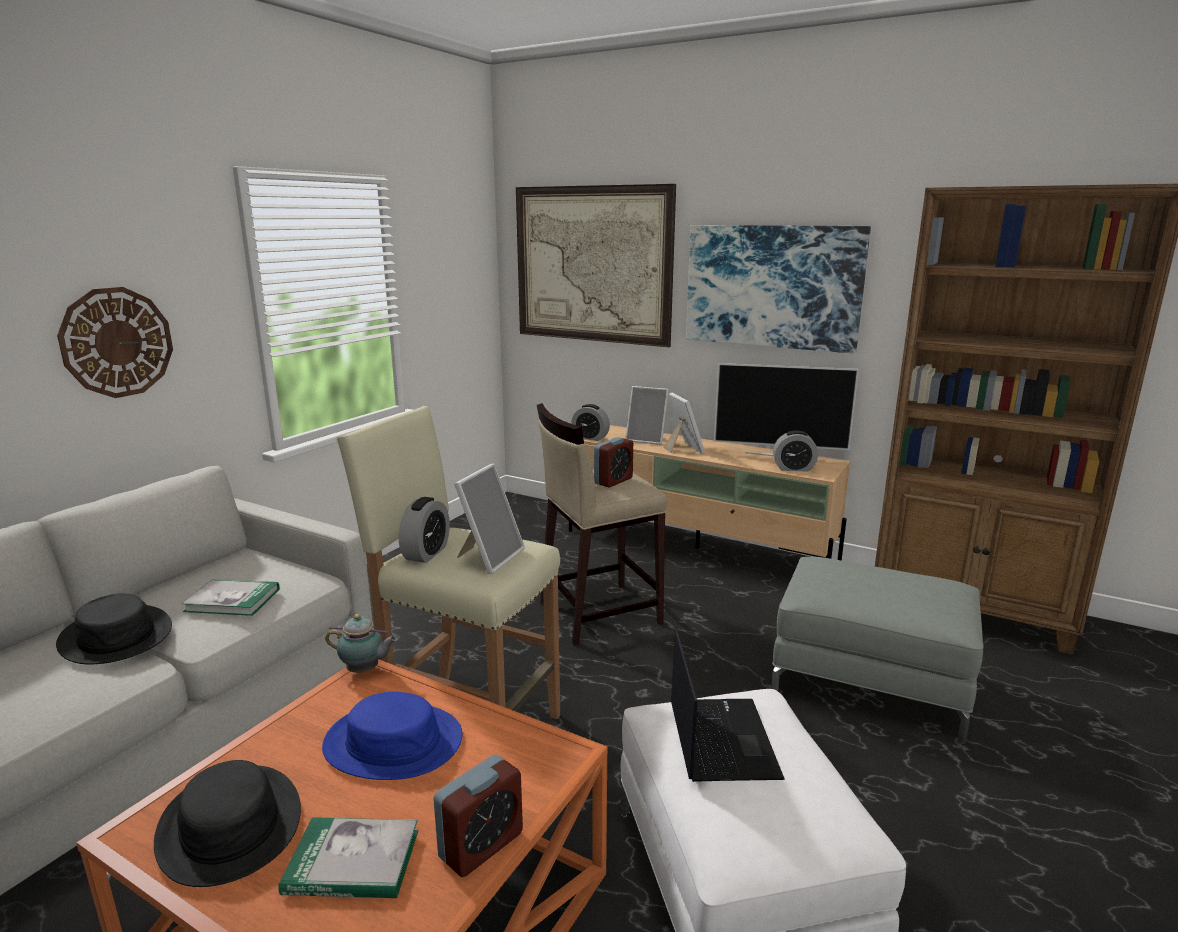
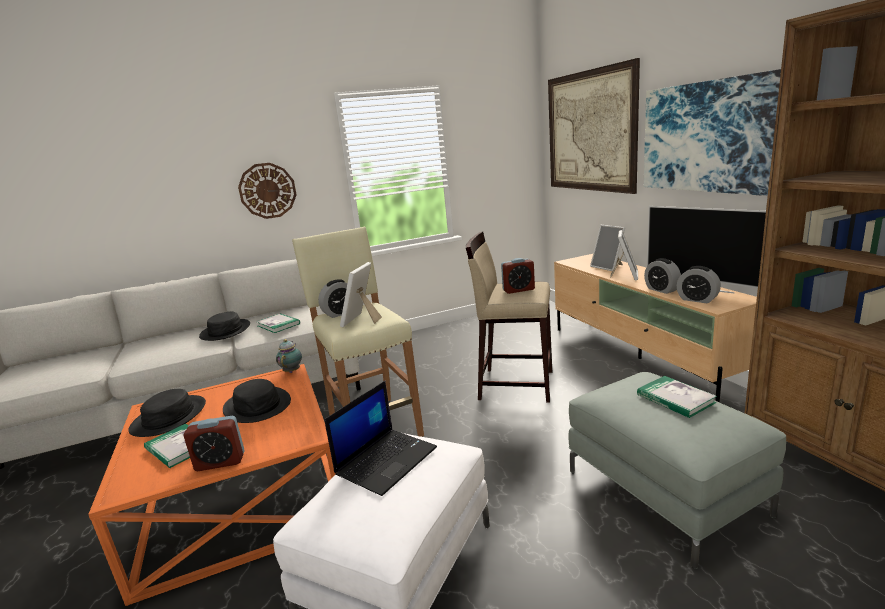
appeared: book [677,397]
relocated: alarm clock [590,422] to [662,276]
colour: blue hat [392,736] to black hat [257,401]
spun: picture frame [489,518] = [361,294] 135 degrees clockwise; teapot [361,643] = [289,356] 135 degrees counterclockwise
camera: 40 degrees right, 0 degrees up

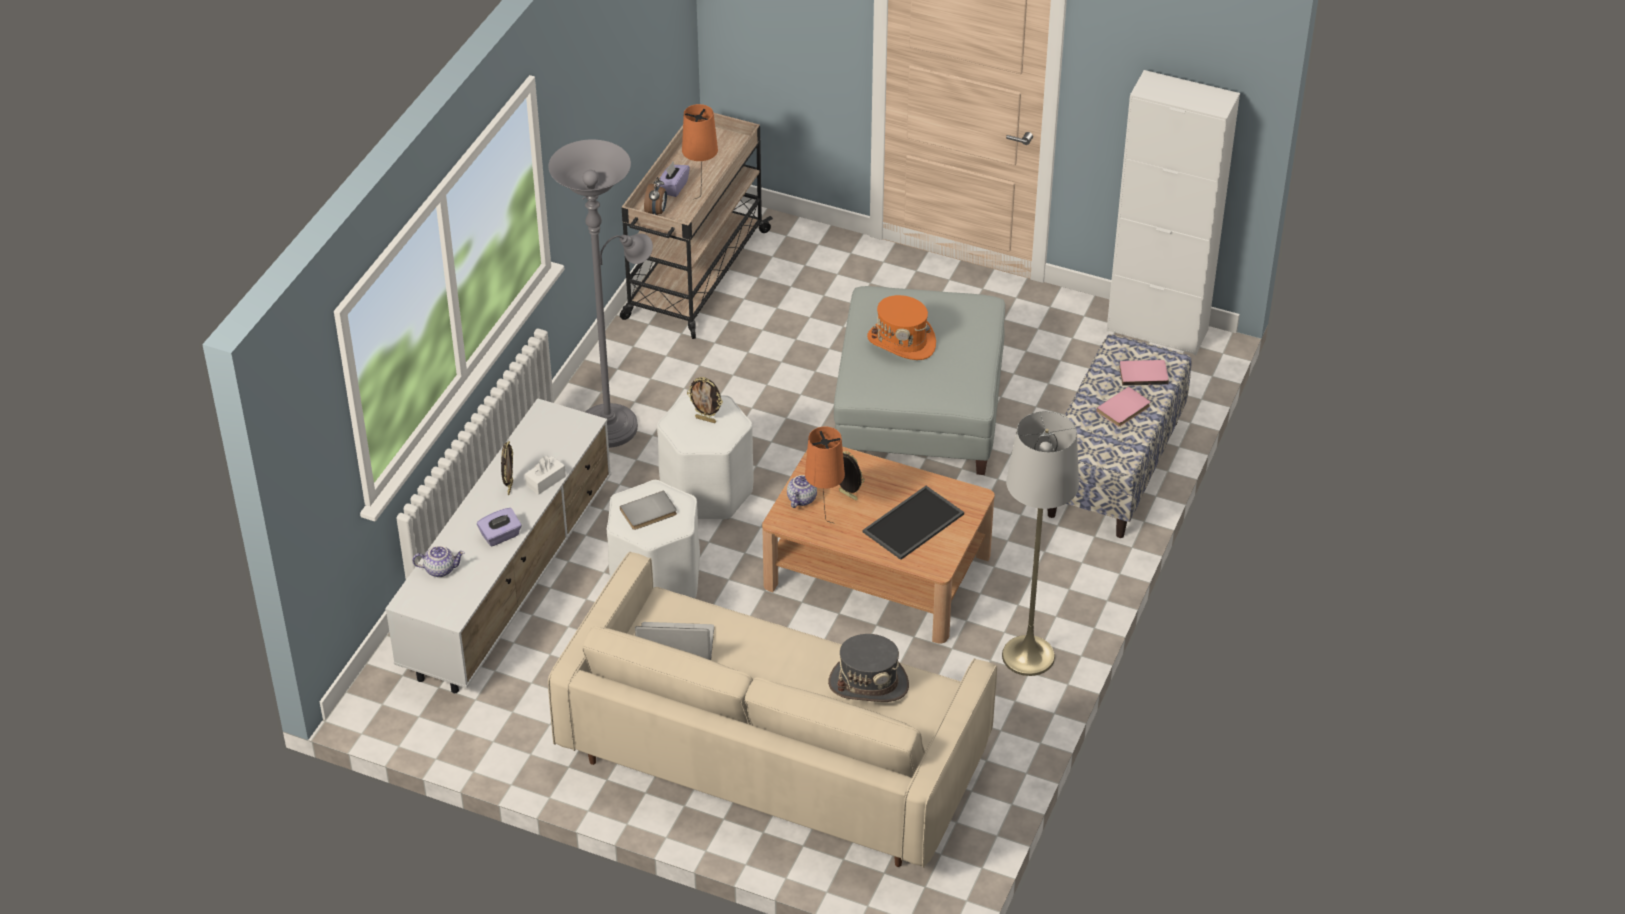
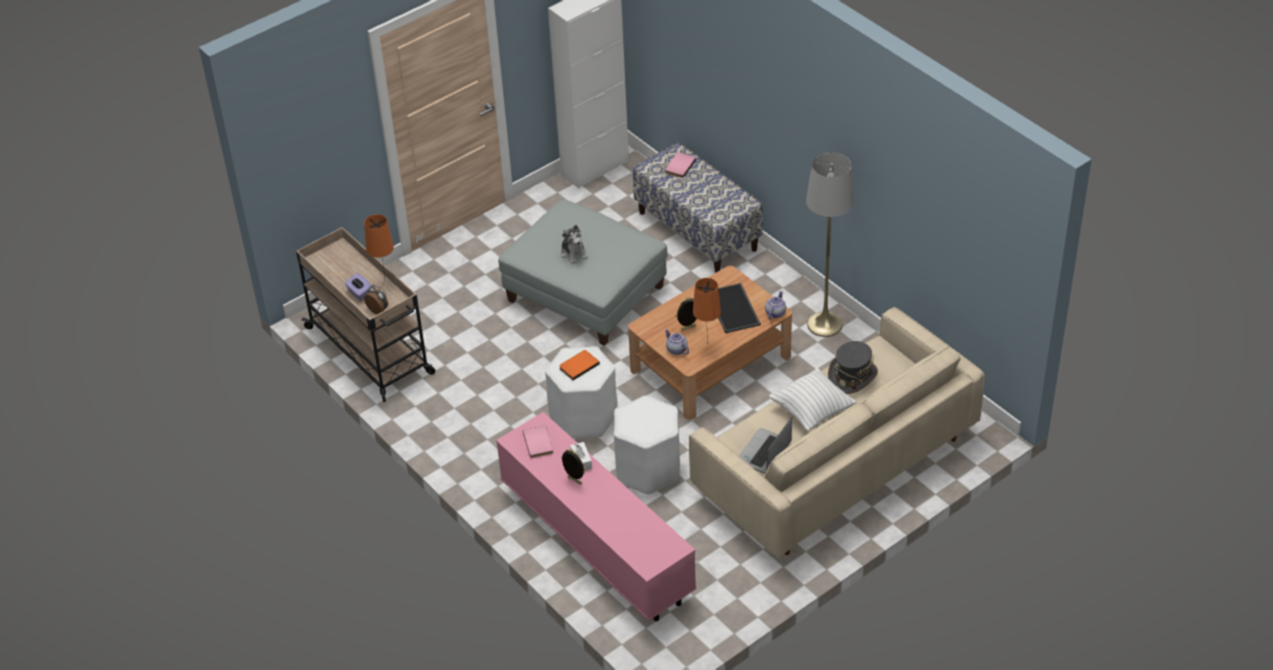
missing: grey floor lamp [600,294]; grey book [648,510]; purple tissue box [499,527]
appeared: white pillow [812,399]
relocated: pink book [1123,407] to [538,442]; teapot [438,561] to [775,305]
exchanged: orange hat [901,327] to plush toy [574,244]; picture frame [705,400] to orange book [579,365]
colour: white tv stand [498,545] to pink tv stand [596,516]
camera: 60 degrees left, 0 degrees up

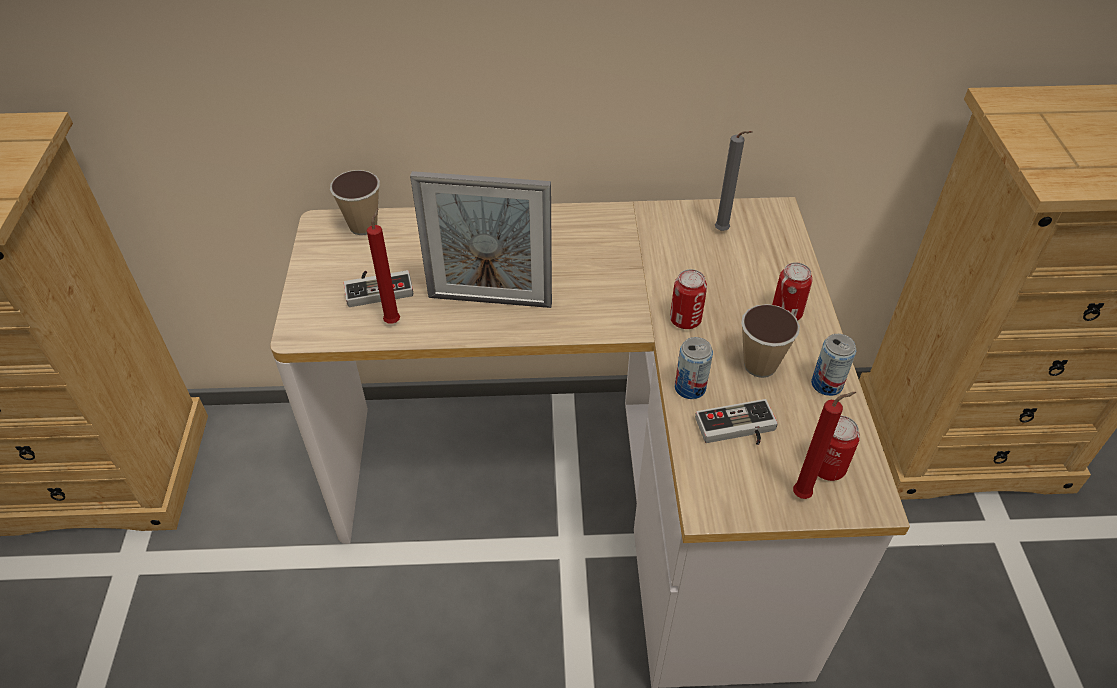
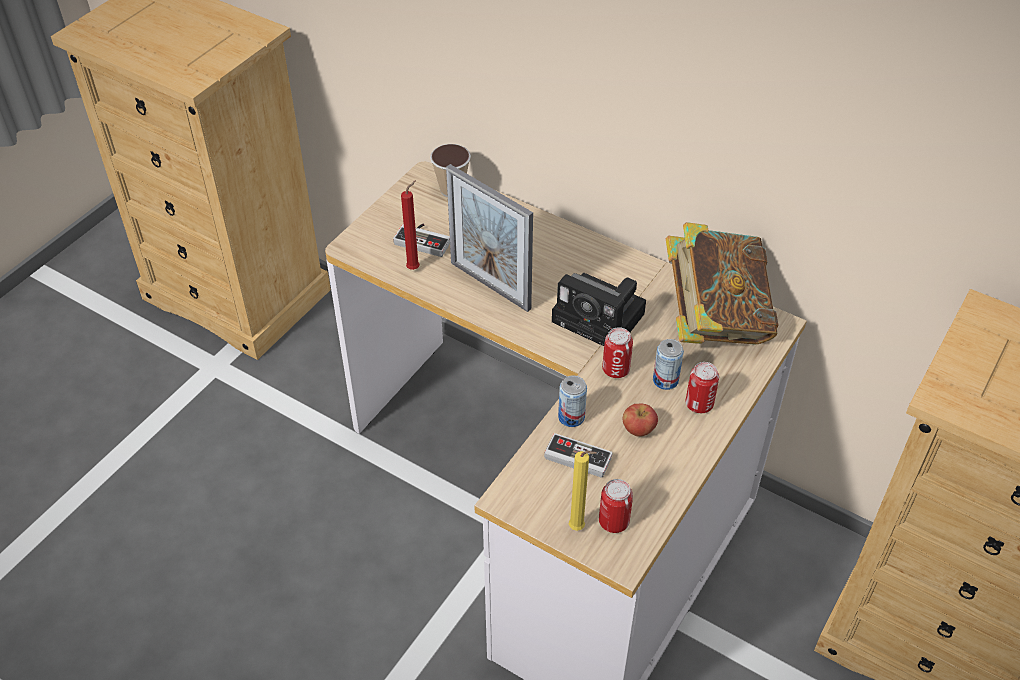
appeared: photo camera [599,309]
relocated: can [833,365] to [668,364]
exchanged: grey candle [733,181] to book [721,283]; cup [770,341] to apple [640,420]
colour: red candle [824,445] to yellow candle [583,490]
camera: 35 degrees right, 0 degrees up

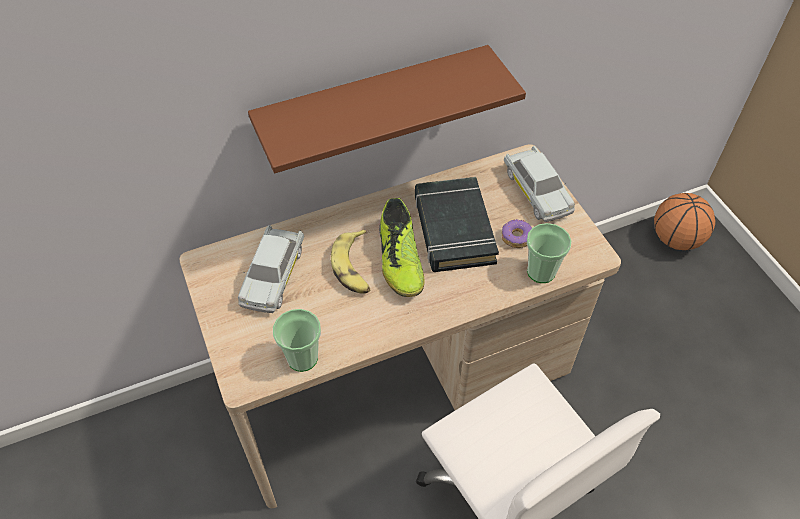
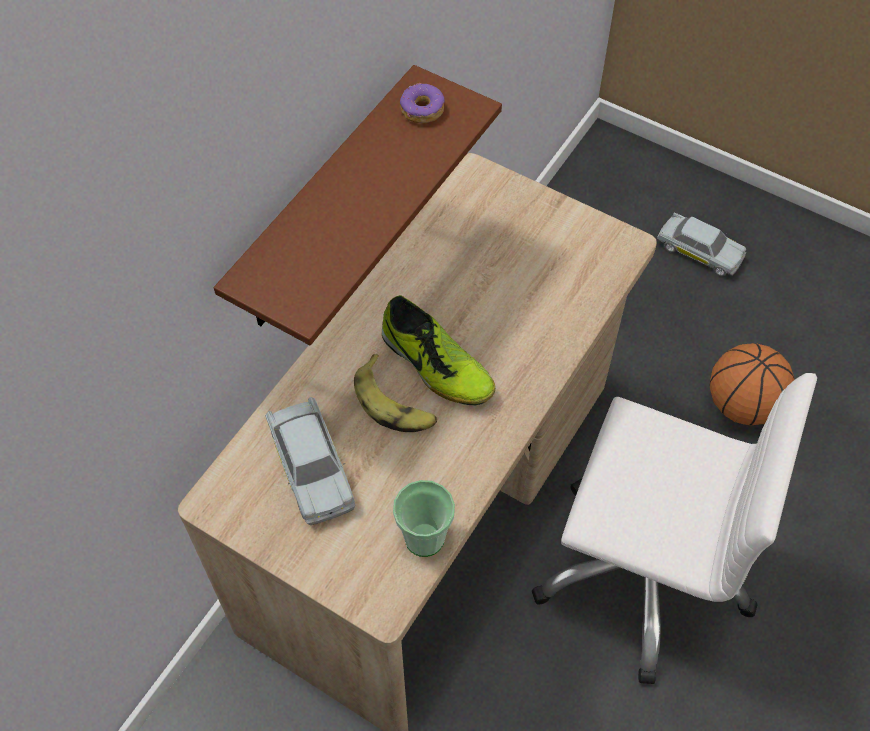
missing: black book [457,224]; cup [549,253]
relocated: white toy car [539,184] to [701,244]; basketball [684,221] to [752,384]; donut [517,233] to [422,103]
camera: 35 degrees left, 5 degrees up

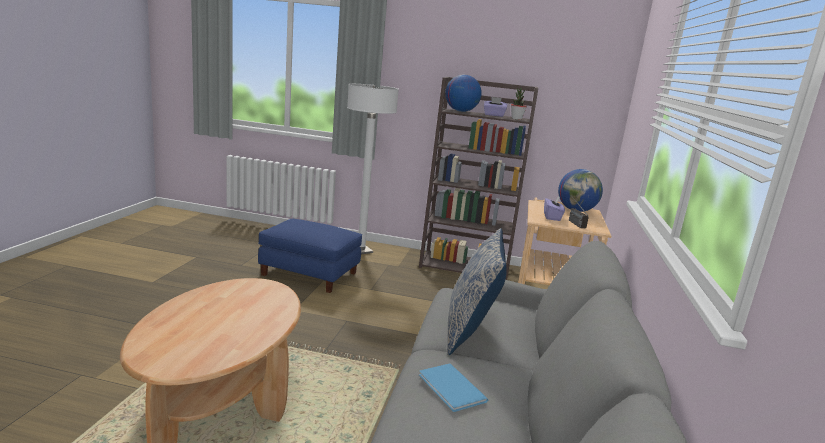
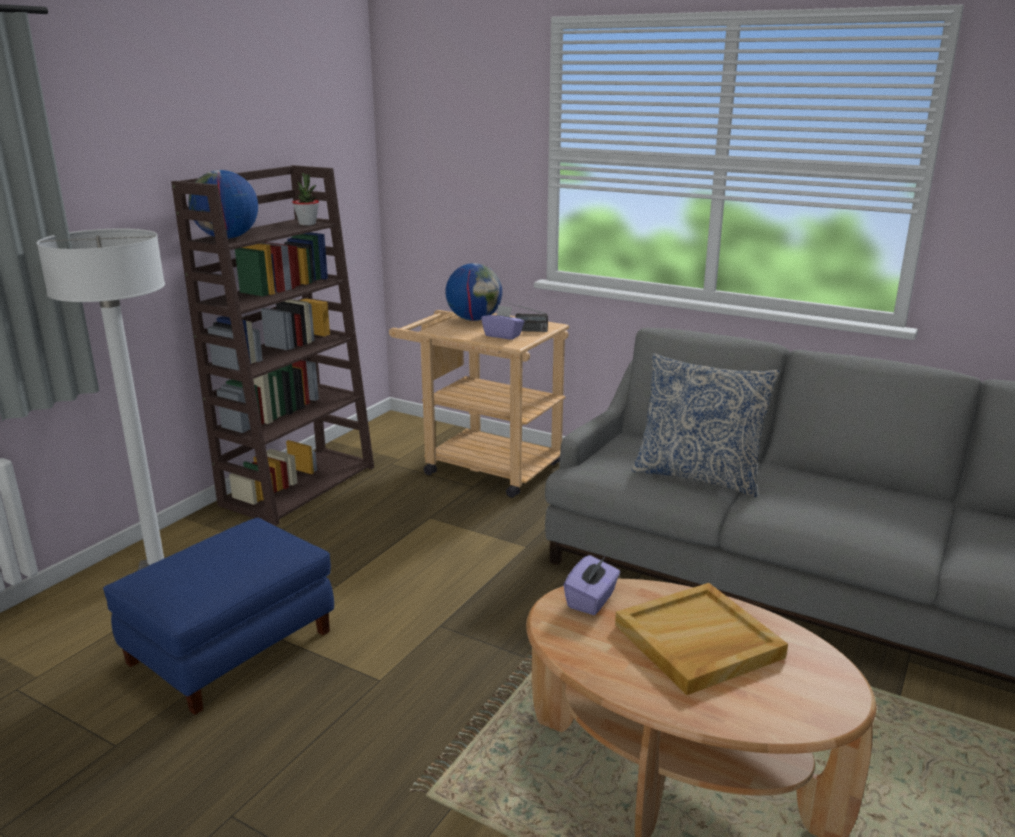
missing: blue book [453,387]
appeared: beige tray [701,639]
relocated: purple tissue box [496,107] to [592,585]
camera: 70 degrees left, 5 degrees up

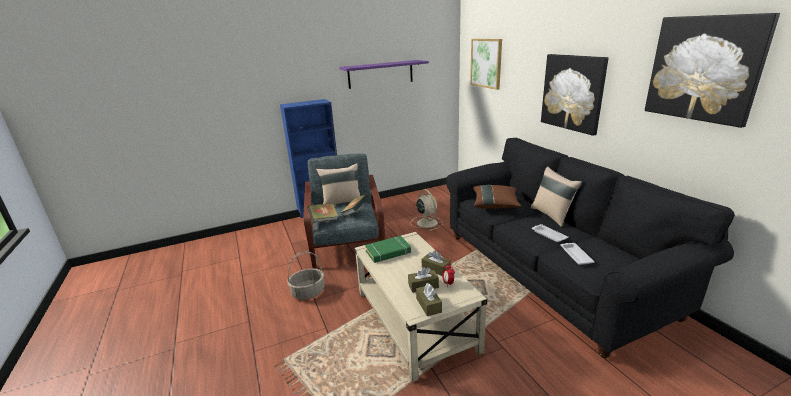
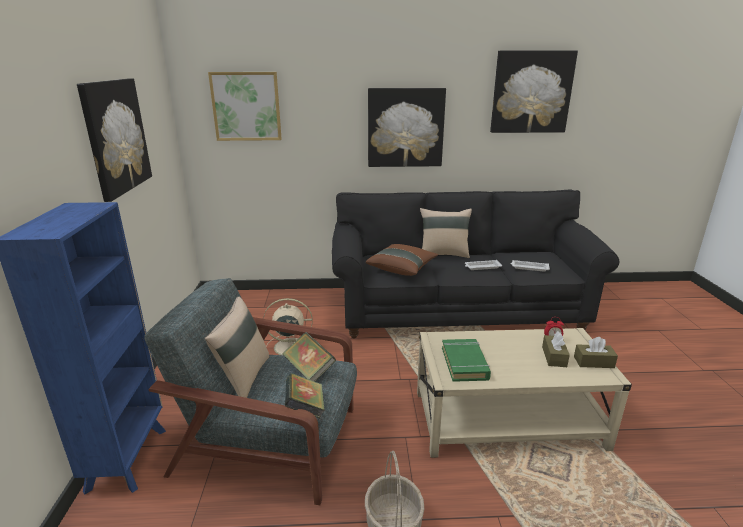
missing: brown tissue box [436,263]
exchanged: purple shelf [384,74] to picture [114,140]
camera: 70 degrees left, 0 degrees up

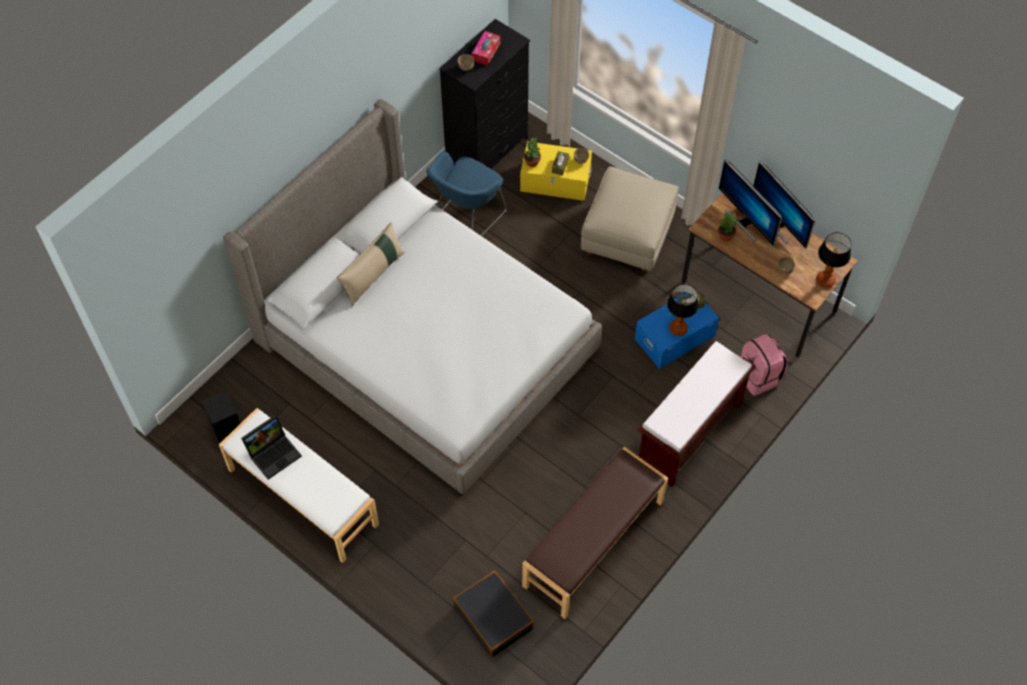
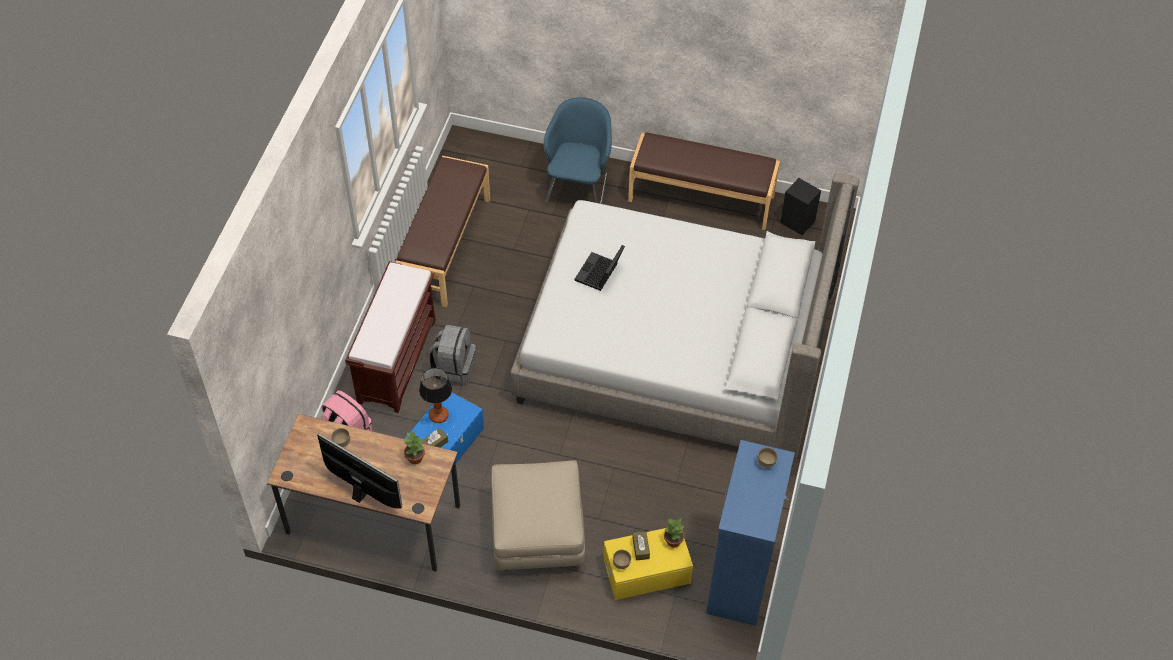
missing: tissue box [486,48]; monitor [750,202]; beige pillow [370,264]; table lamp [833,259]; black suitcase [493,614]
appeared: grey backpack [452,355]
relocated: blue armchair [466,193] to [577,151]; laptop [271,447] to [600,268]
colour: black dresser [484,94] to blue dresser [750,533]; white bench [299,485] to brown bench [704,181]
camera: 155 degrees right, 5 degrees down

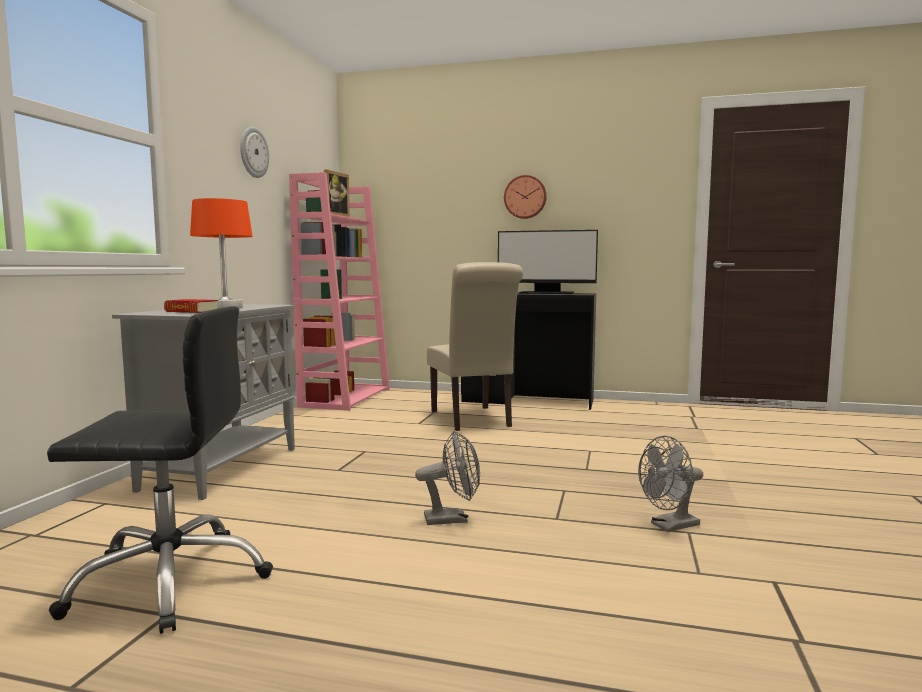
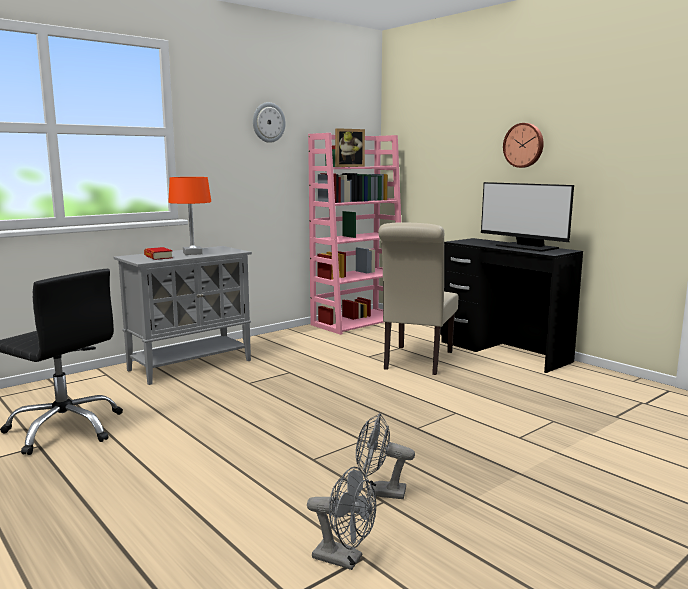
relocated: grey fan [447,478] to [341,518]
camera: 35 degrees right, 5 degrees up

